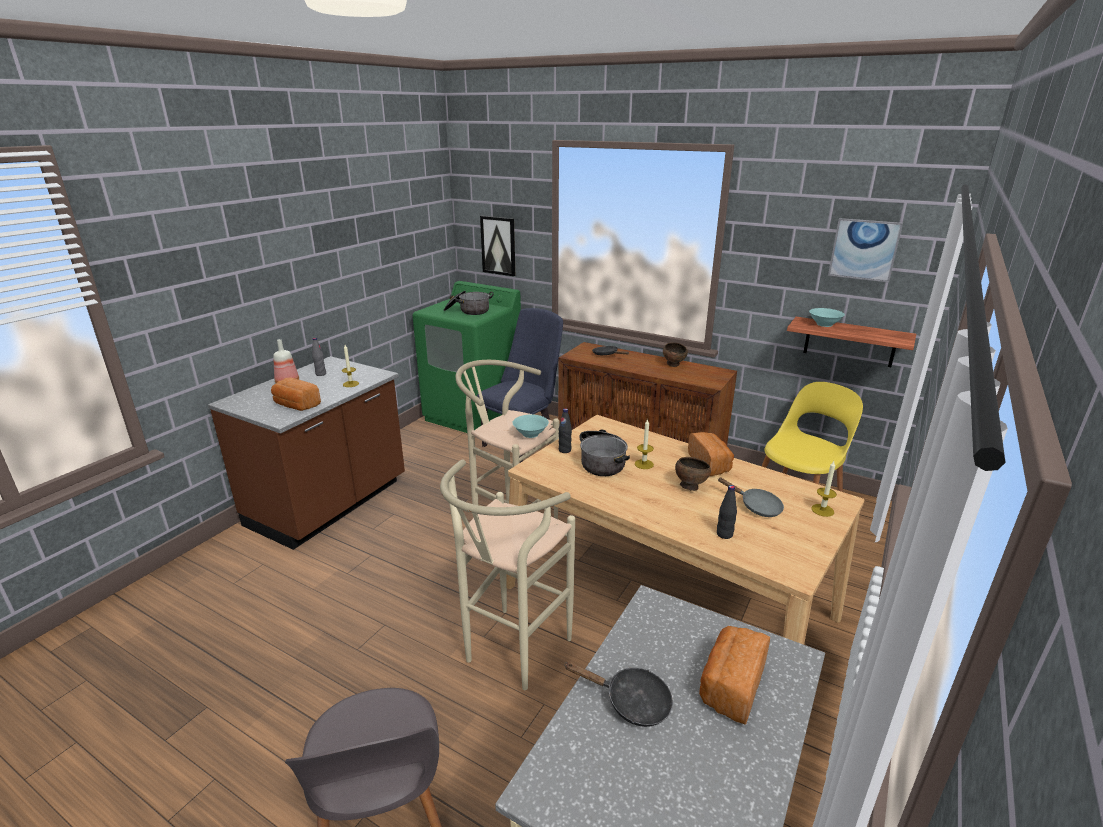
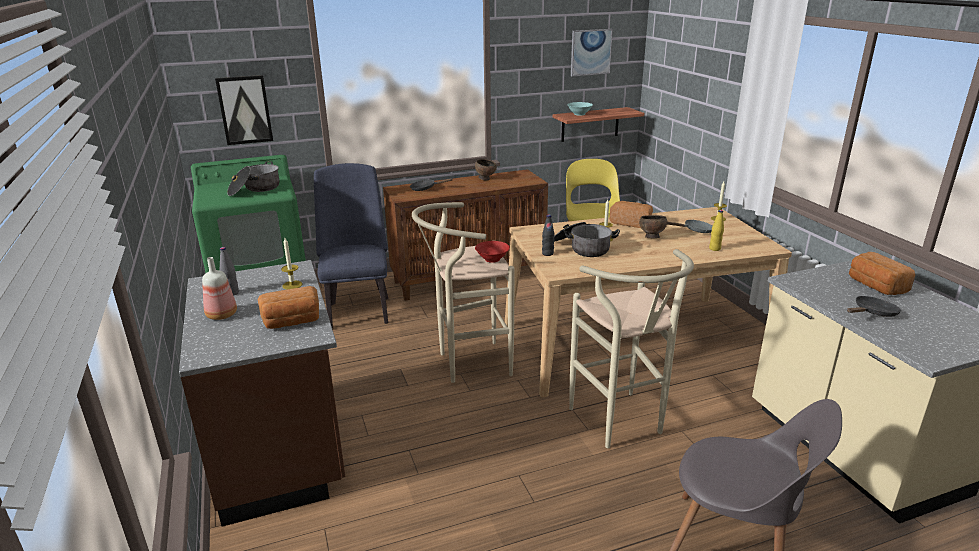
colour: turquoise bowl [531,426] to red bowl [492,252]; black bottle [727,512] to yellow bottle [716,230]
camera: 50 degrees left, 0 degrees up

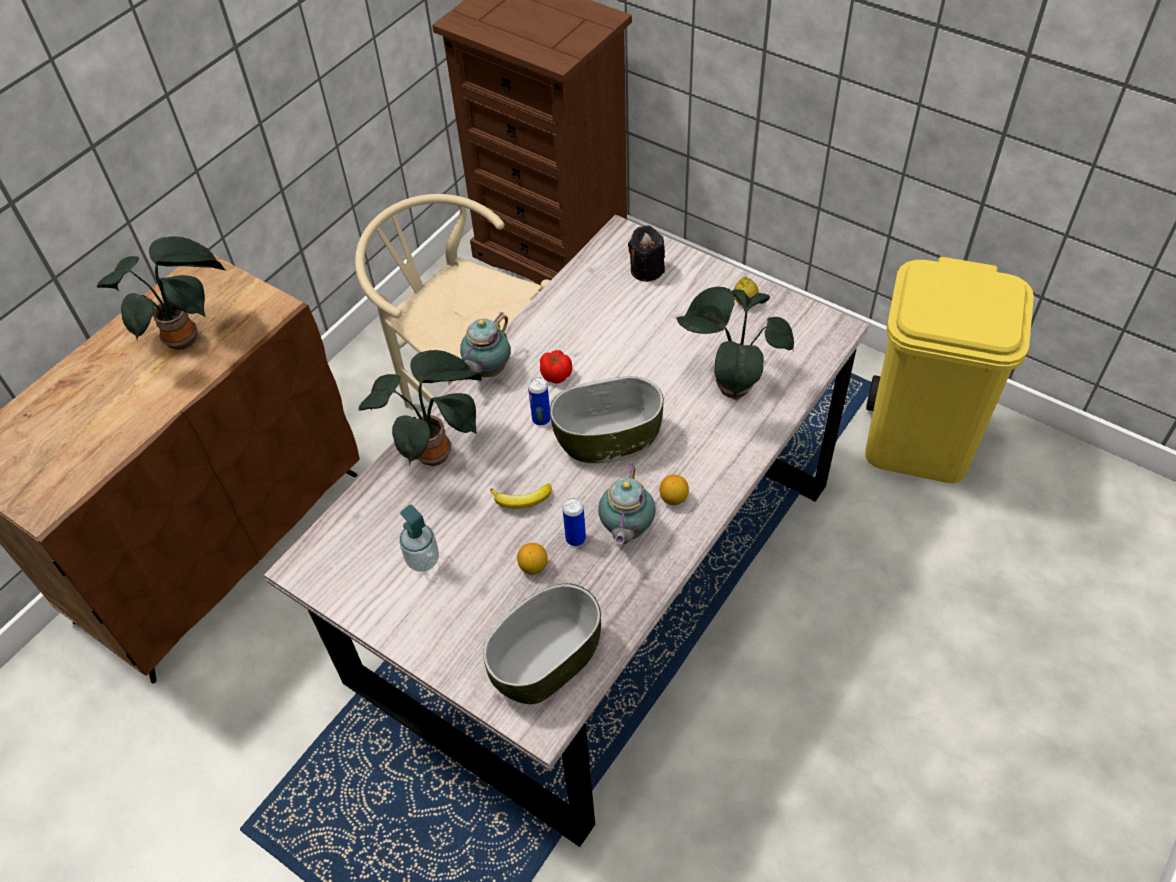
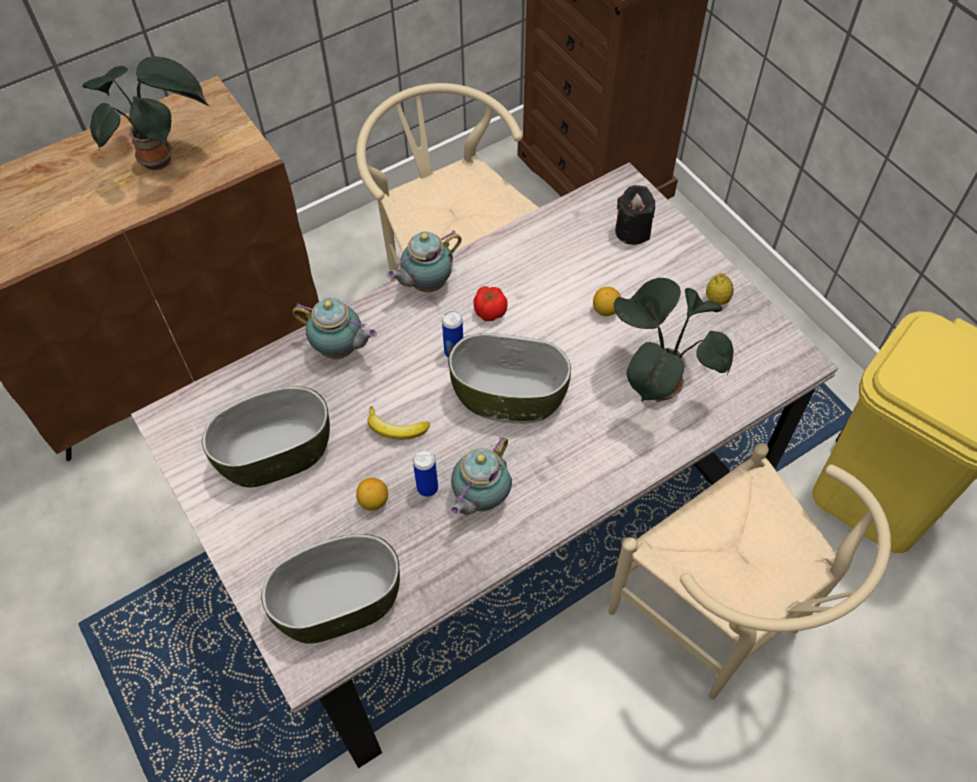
appeared: beige chair [749,571]
relocated: lemon [674,490] to [607,301]
exchanged: potted plant [420,408] to teapot [334,328]; soap dispenser [419,538] to bowl [266,437]
camera: 20 degrees right, 5 degrees up

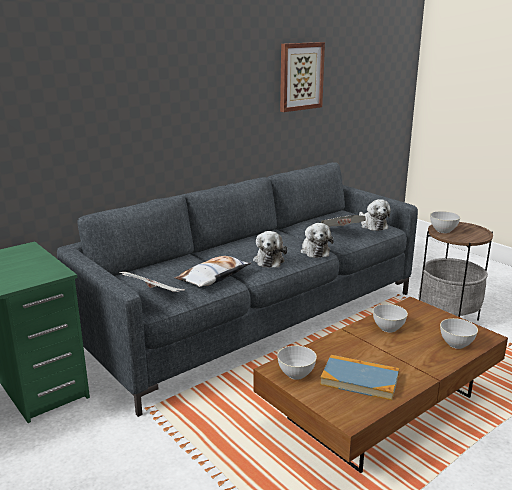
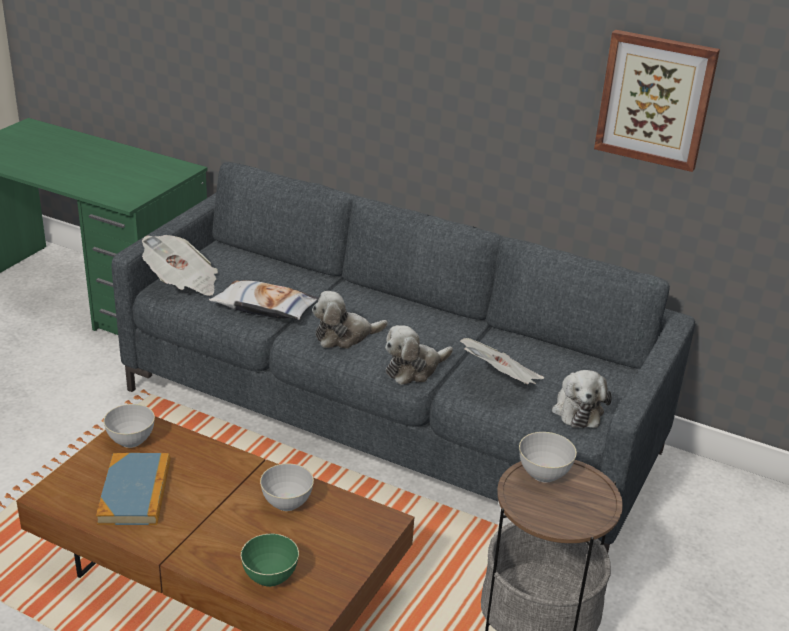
colour: grey bowl [459,333] to green bowl [270,560]
spun: plush toy [375,215] = [582,399] 45 degrees counterclockwise
camera: 65 degrees right, 10 degrees up

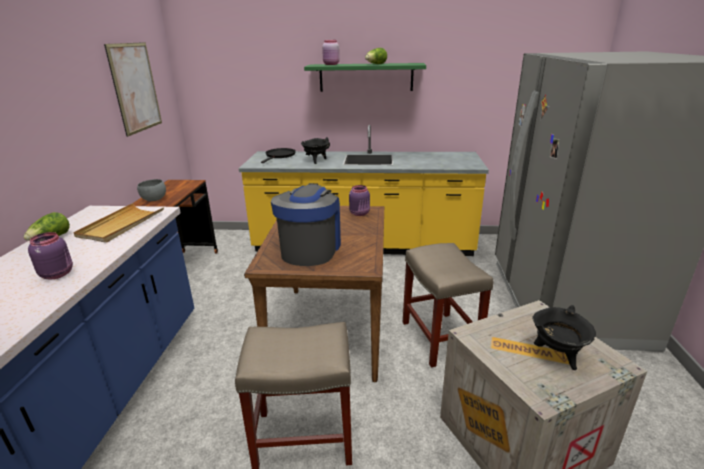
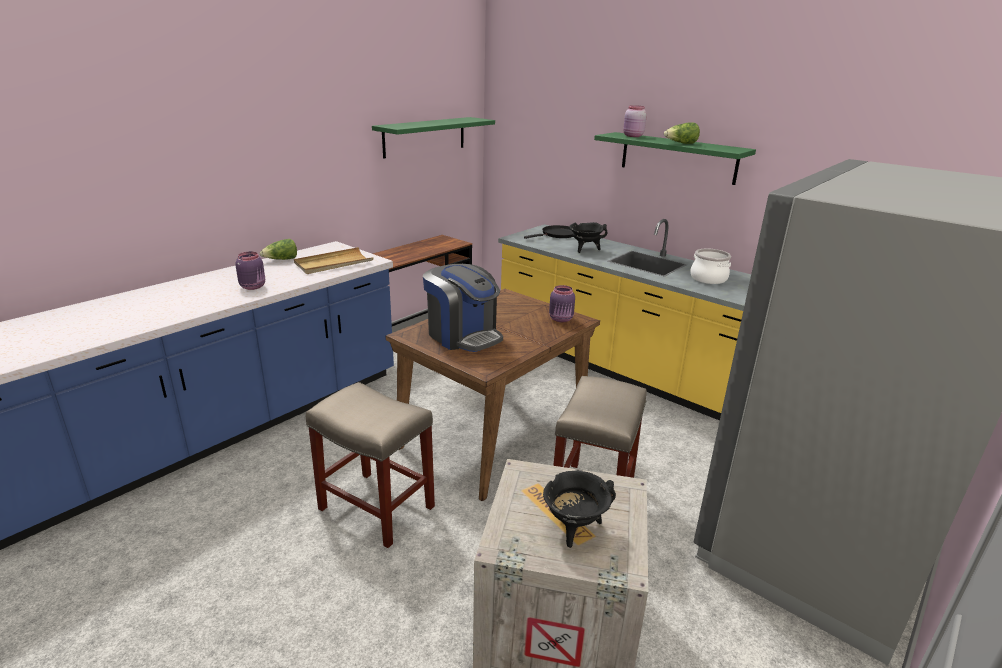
missing: grey bowl [151,190]
appeared: cooking pot [710,266]
exchanged: picture [133,89] to green shelf [433,137]
spun: coffee machine [306,224] = [463,308] 90 degrees clockwise
camera: 35 degrees right, 0 degrees up

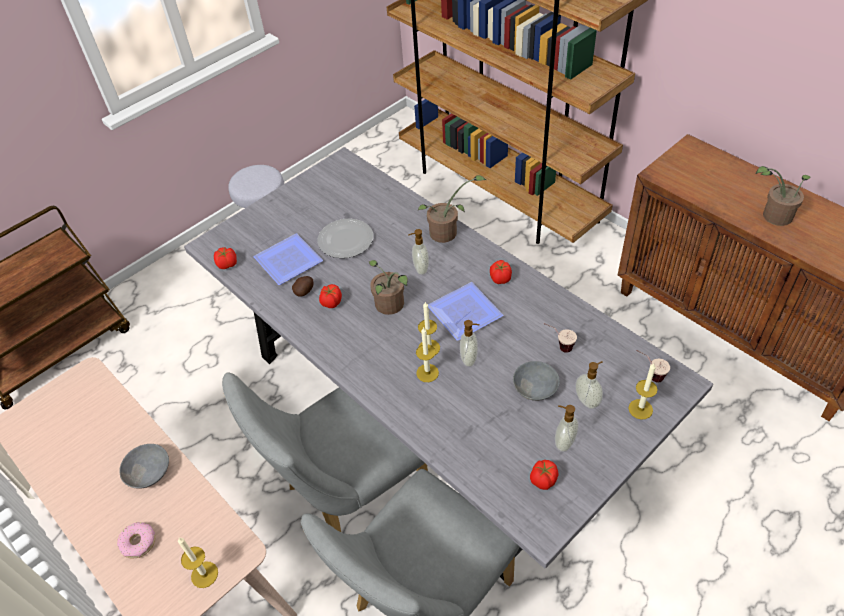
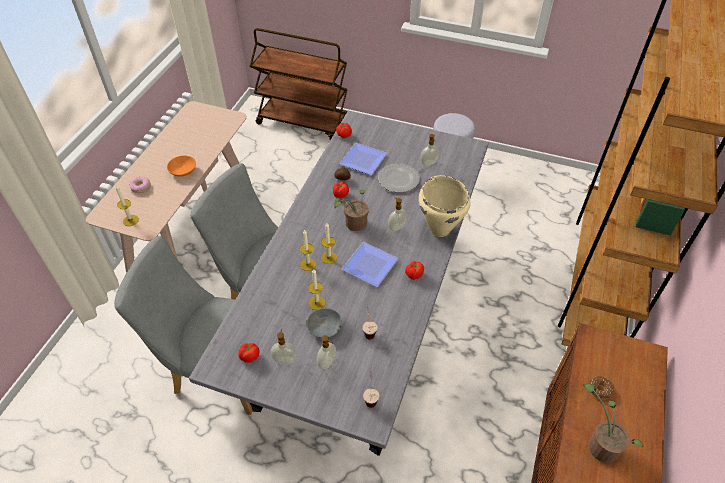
appeared: donut [601,387]
relocated: soap dispenser [470,343] to [430,150]; candle [643,391] to [317,289]
exchanged: potted plant [452,209] to beige cooking pot [445,206]
colour: grey bowl [144,466] to orange bowl [181,166]
camera: 60 degrees right, 0 degrees up

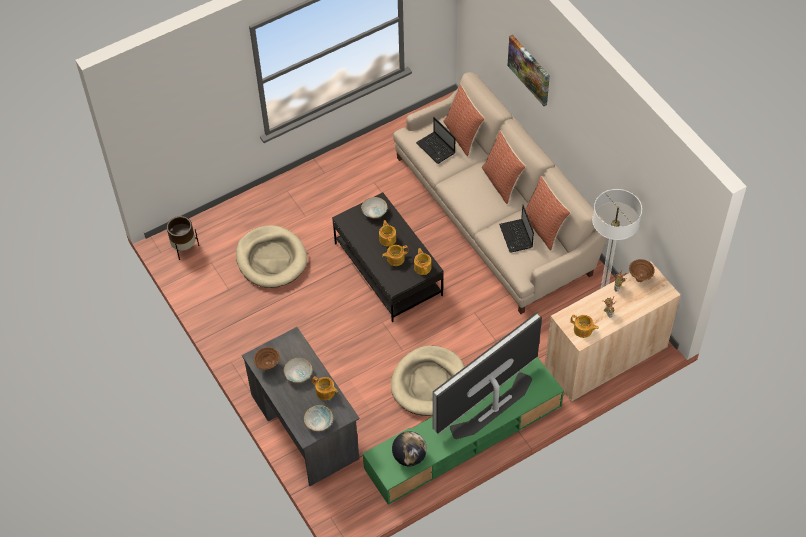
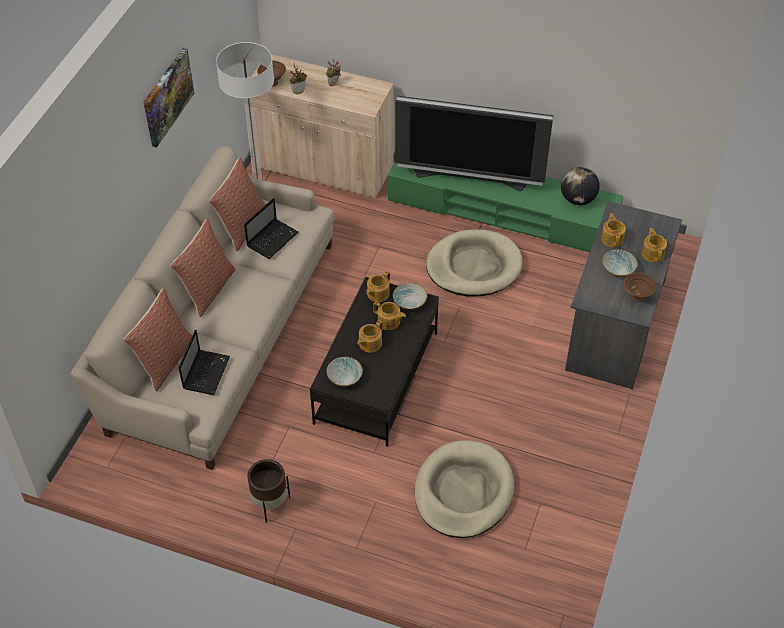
relocated: picture [528,70] to [169,97]; brown planter [183,238] to [269,491]; teapot [585,326] to [654,245]; bowl [318,418] to [410,296]
camera: 130 degrees left, 5 degrees down

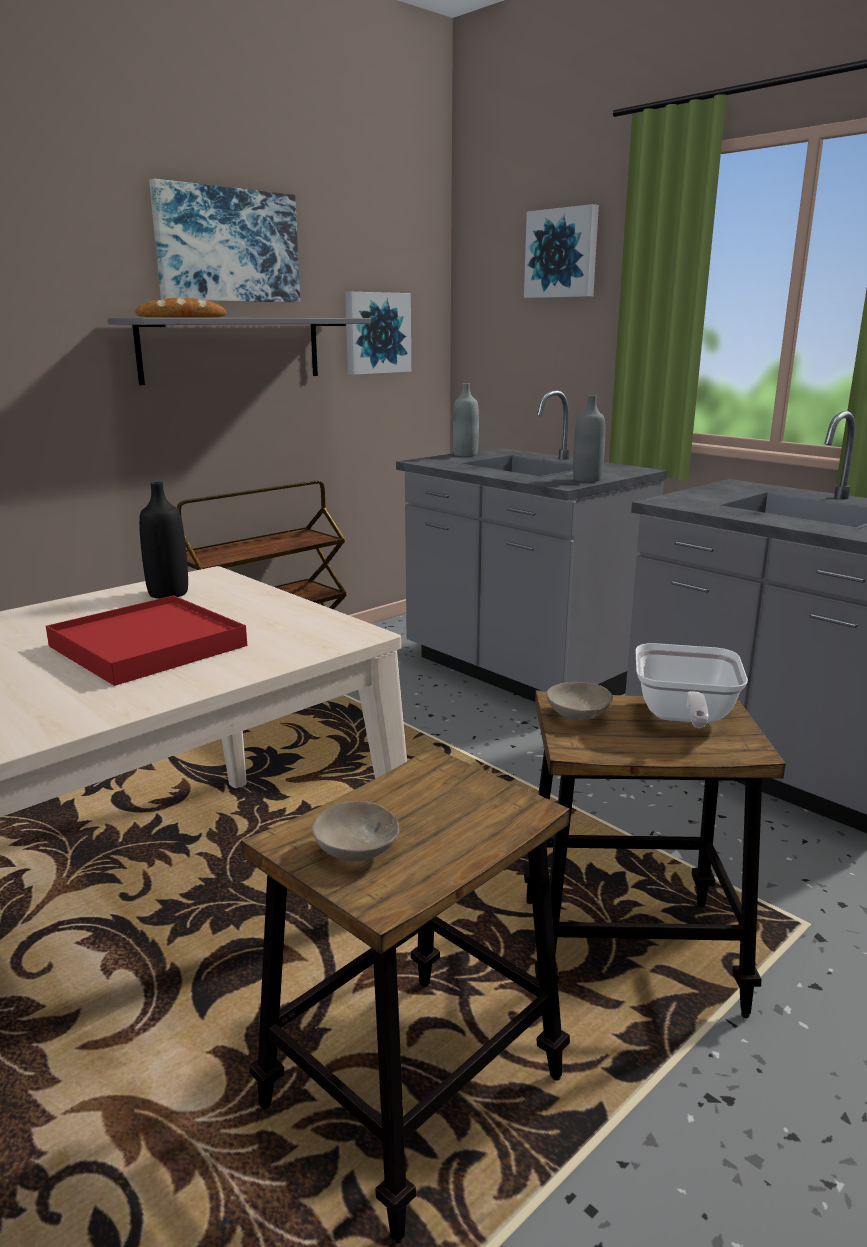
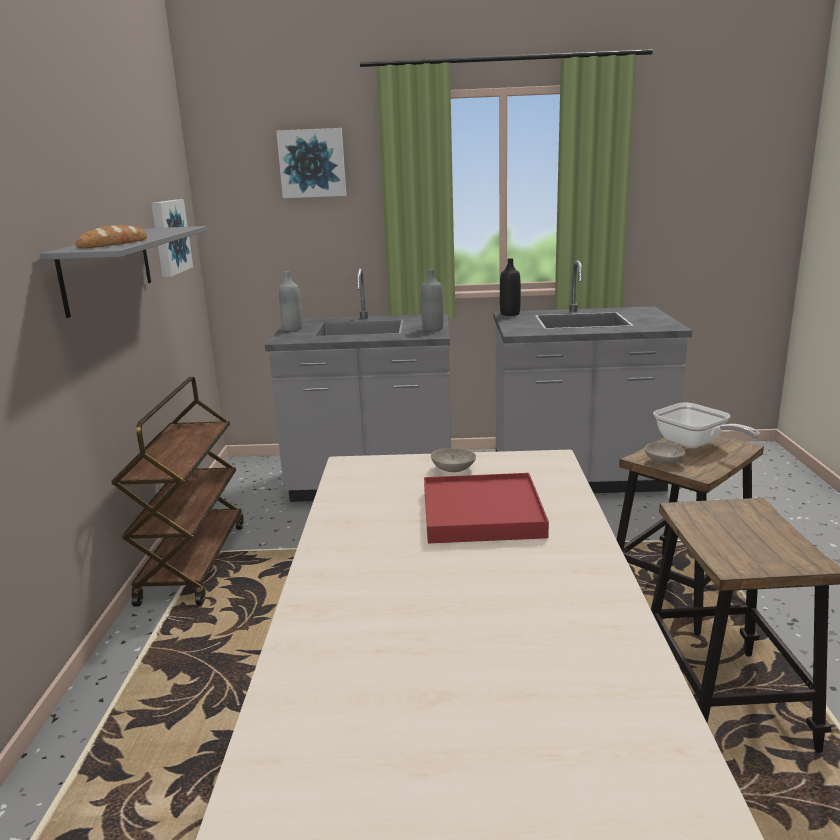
missing: picture [224,240]
relocated: black bottle [163,540] to [510,287]; beige bowl [355,831] to [453,460]
camera: 45 degrees left, 0 degrees up

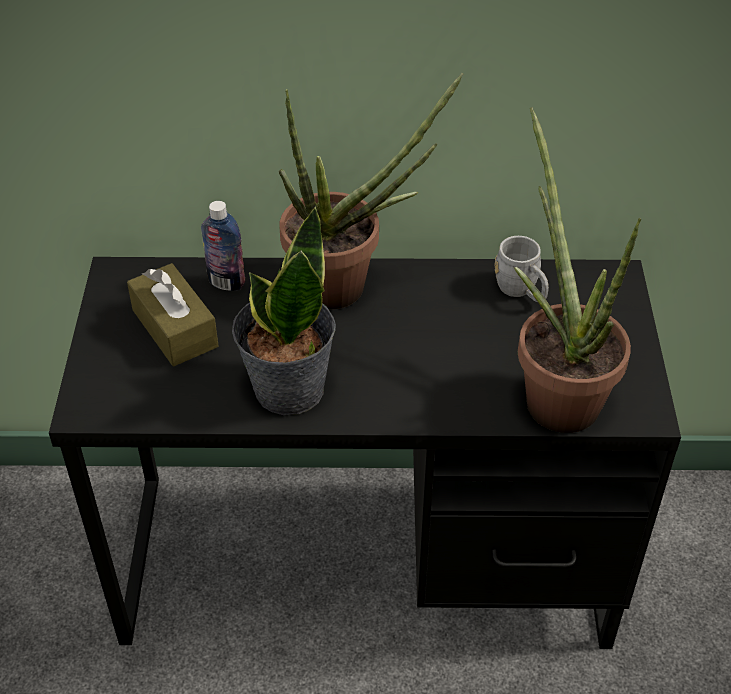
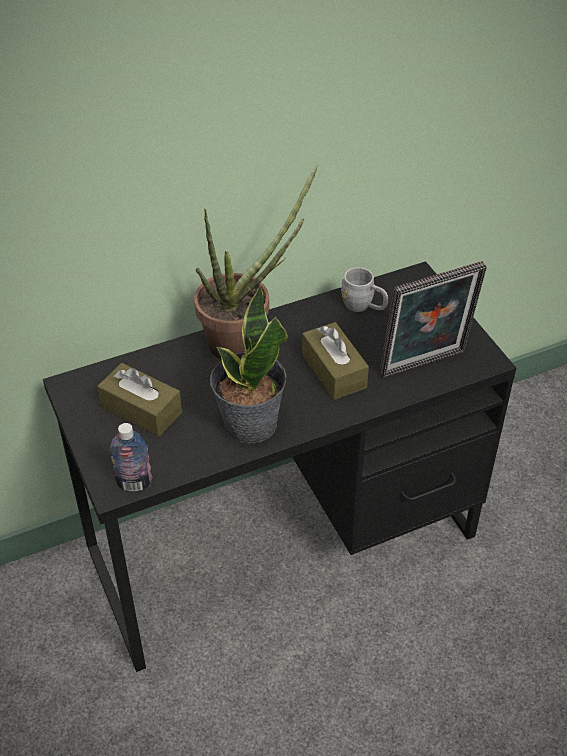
appeared: brown tissue box [335,361]
relocated: bottle [223,246] to [131,457]
exchanged: potted plant [577,270] to picture frame [433,319]
camera: 25 degrees left, 0 degrees up

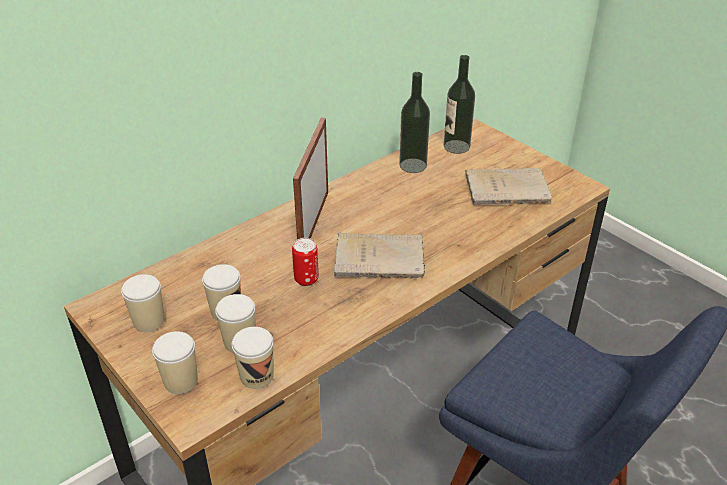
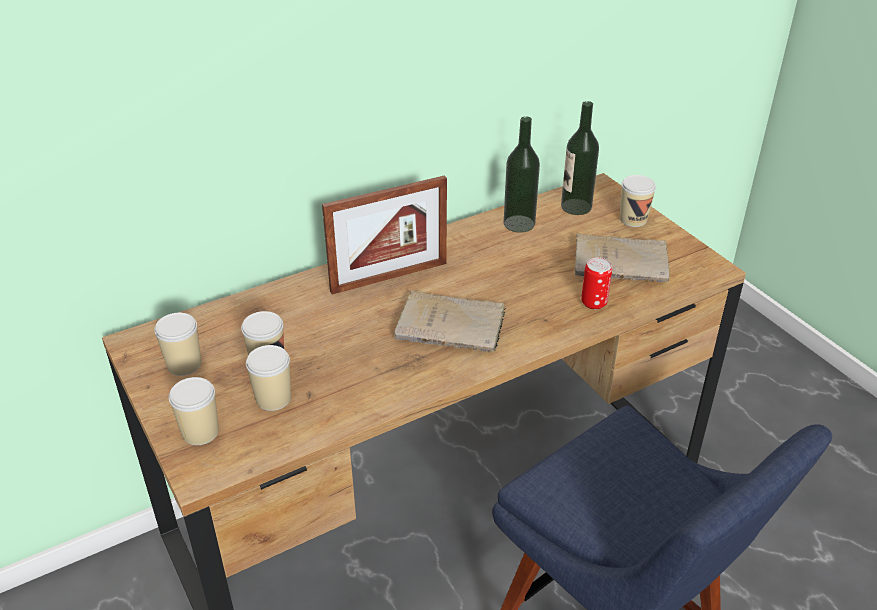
relocated: can [305,262] to [596,283]; cup [253,358] to [638,201]
spun: picture frame [310,178] = [384,234] 135 degrees counterclockwise
camera: 10 degrees right, 0 degrees up

